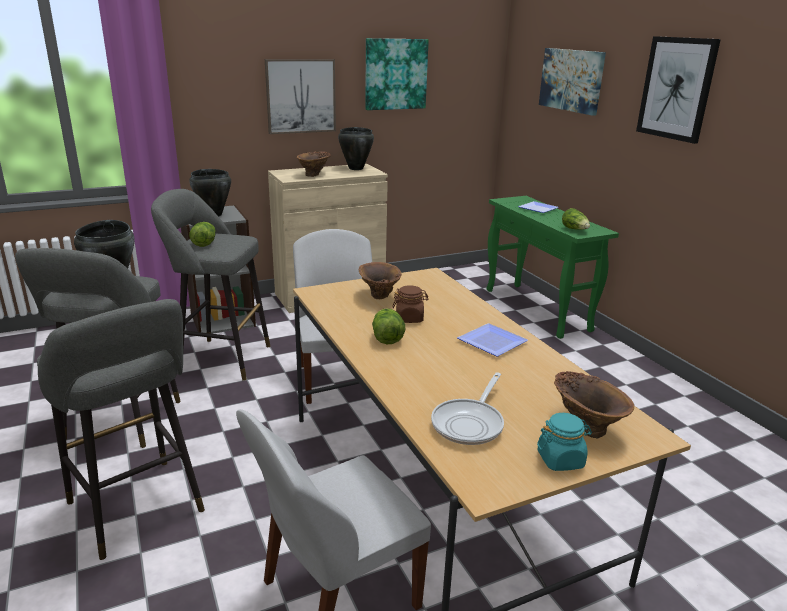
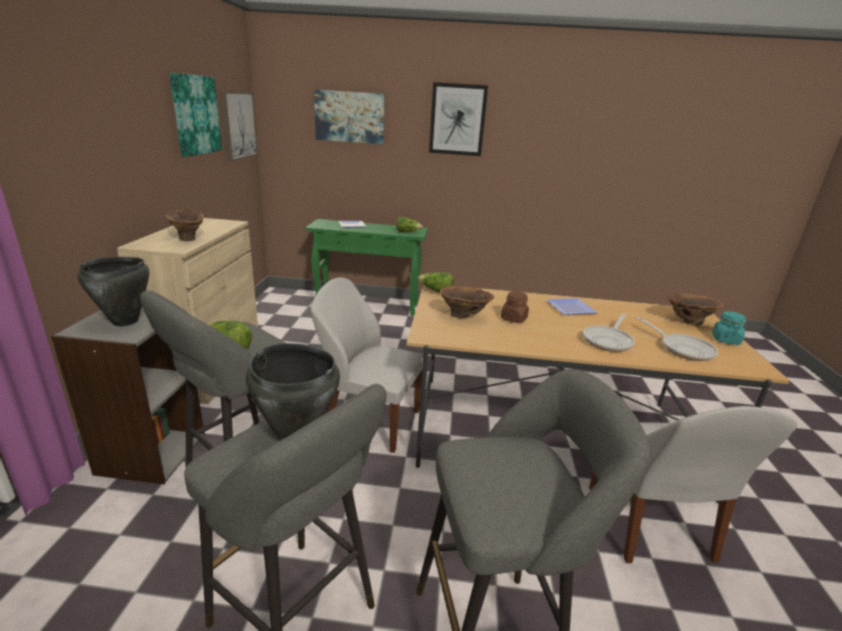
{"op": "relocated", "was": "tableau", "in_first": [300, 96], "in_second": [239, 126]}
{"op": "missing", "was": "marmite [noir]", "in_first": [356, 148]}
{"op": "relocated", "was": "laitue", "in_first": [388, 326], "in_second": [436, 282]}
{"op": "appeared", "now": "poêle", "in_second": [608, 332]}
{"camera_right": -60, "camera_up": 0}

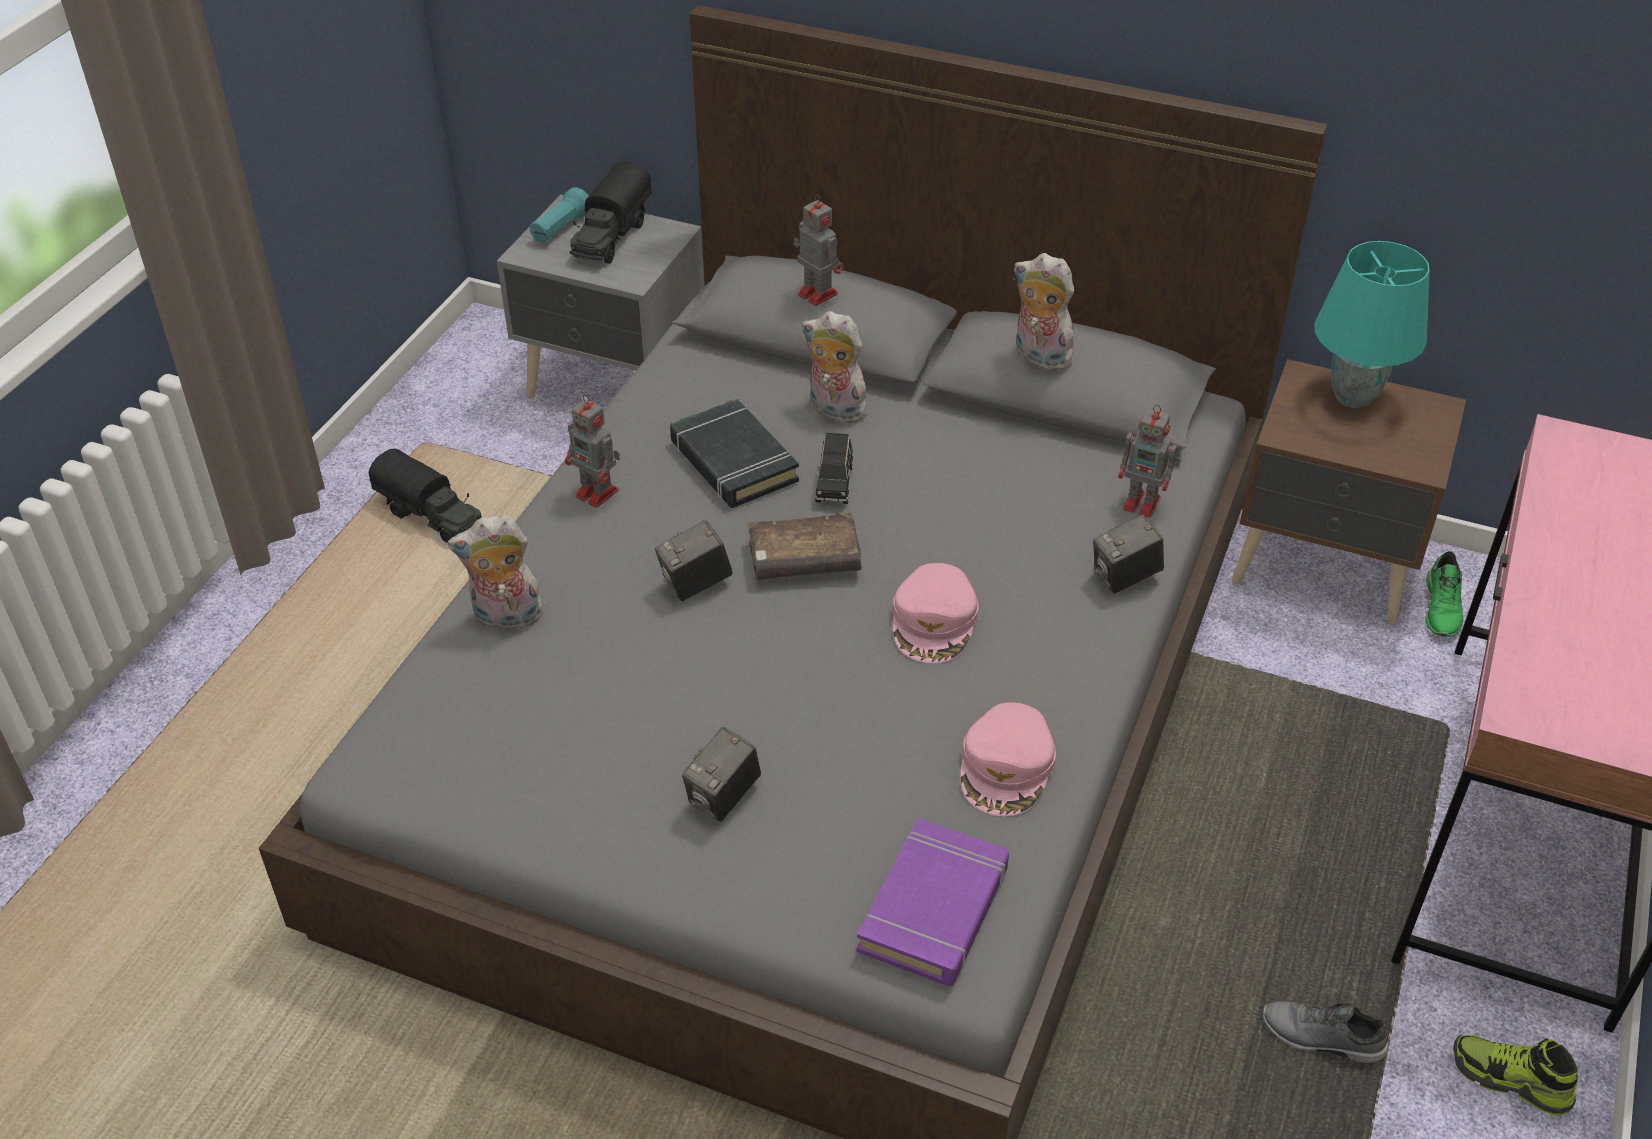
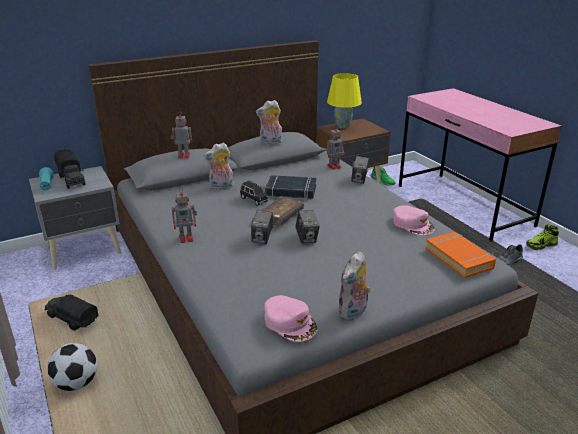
{"op": "colour", "was": "lampe de table [turquoise]", "now": "lampe de table [jaune]", "in_first": [1372, 324], "in_second": [344, 101]}
{"op": "relocated", "was": "livre [noir]", "in_first": [734, 453], "in_second": [290, 187]}
{"op": "spun", "was": "camion jouet", "in_first": [425, 496], "in_second": [71, 313], "clockwise": -135}
{"op": "relocated", "was": "peluche", "in_first": [497, 573], "in_second": [354, 286]}
{"op": "relocated", "was": "casquette [rose]", "in_first": [936, 613], "in_second": [291, 318]}
{"op": "relocated", "was": "appareil photo", "in_first": [721, 774], "in_second": [307, 226]}
{"op": "colour", "was": "livre [violet]", "now": "livre [orange]", "in_first": [933, 902], "in_second": [460, 255]}
{"op": "appeared", "now": "ballon de foot", "in_second": [72, 367]}
{"camera_right": -50, "camera_up": -15}

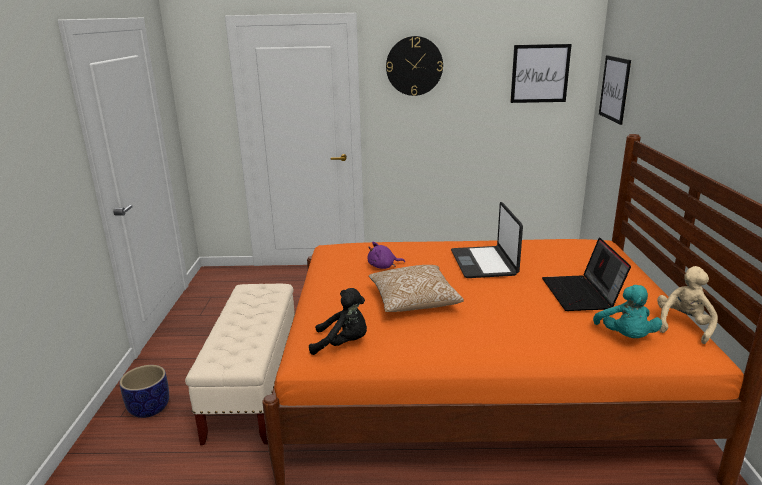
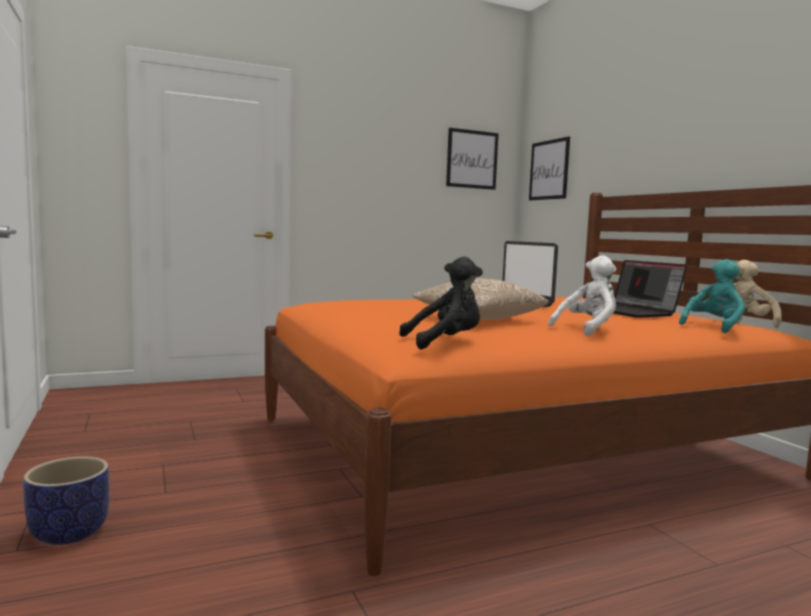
{"op": "missing", "was": "horloge murale", "in_first": [414, 66]}
{"op": "missing", "was": "peluche [violet]", "in_first": [386, 255]}
{"op": "missing", "was": "banc [beige]", "in_first": [240, 364]}
{"op": "spun", "was": "peluche [turquoise]", "in_first": [627, 311], "in_second": [712, 296], "clockwise": -105}
{"op": "appeared", "now": "peluche [blanc]", "in_second": [582, 296]}
{"camera_right": -25, "camera_up": -15}

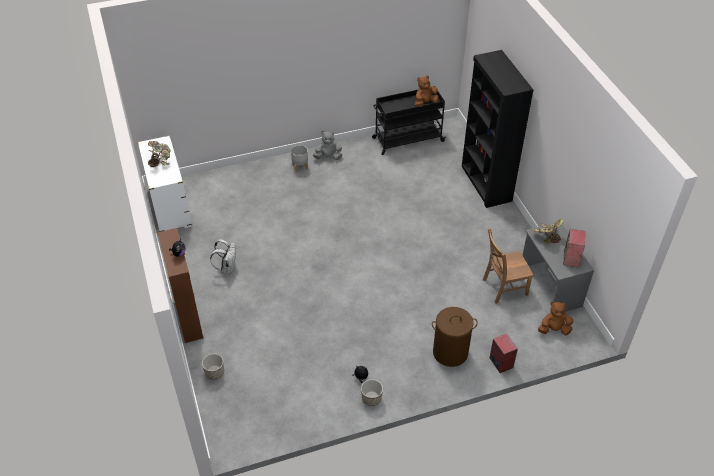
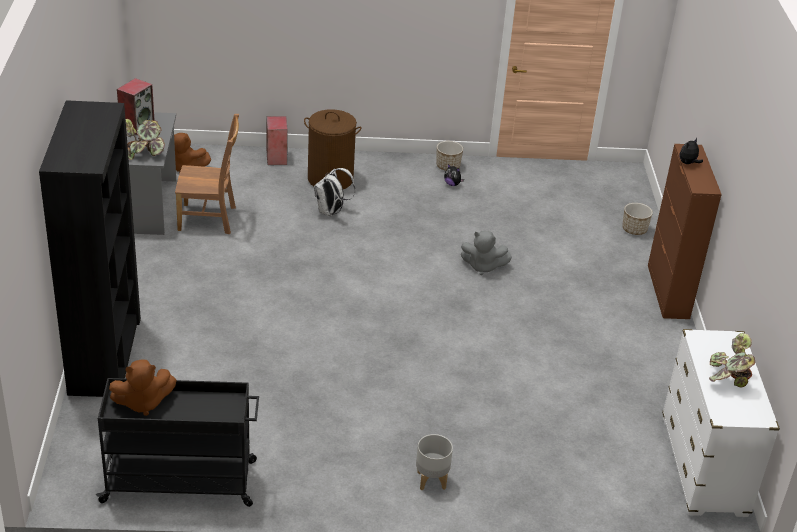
{"op": "relocated", "was": "peluche [gris]", "in_first": [327, 145], "in_second": [486, 252]}
{"op": "relocated", "was": "sac à dos [blanc]", "in_first": [223, 256], "in_second": [334, 192]}
{"camera_right": -165, "camera_up": -10}

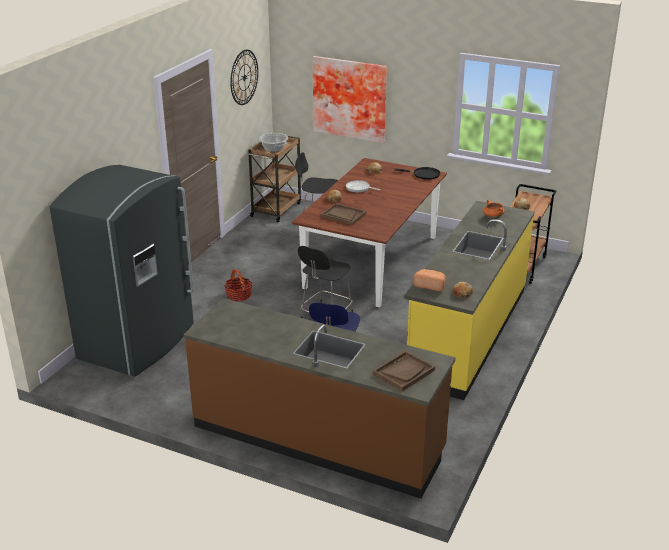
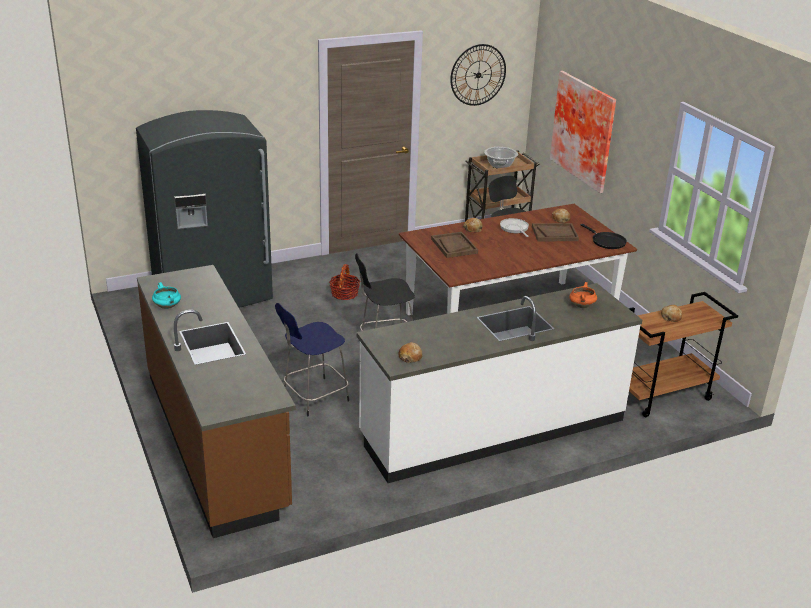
{"op": "colour", "was": "comptoir de cuisine [jaune]", "now": "comptoir de cuisine [blanc]", "in_first": [469, 300], "in_second": [499, 383]}
{"op": "missing", "was": "pain", "in_first": [429, 280]}
{"op": "relocated", "was": "plateau [marron]", "in_first": [404, 371], "in_second": [555, 232]}
{"op": "appeared", "now": "marmite [turquoise]", "in_second": [166, 295]}
{"camera_right": 40, "camera_up": 0}

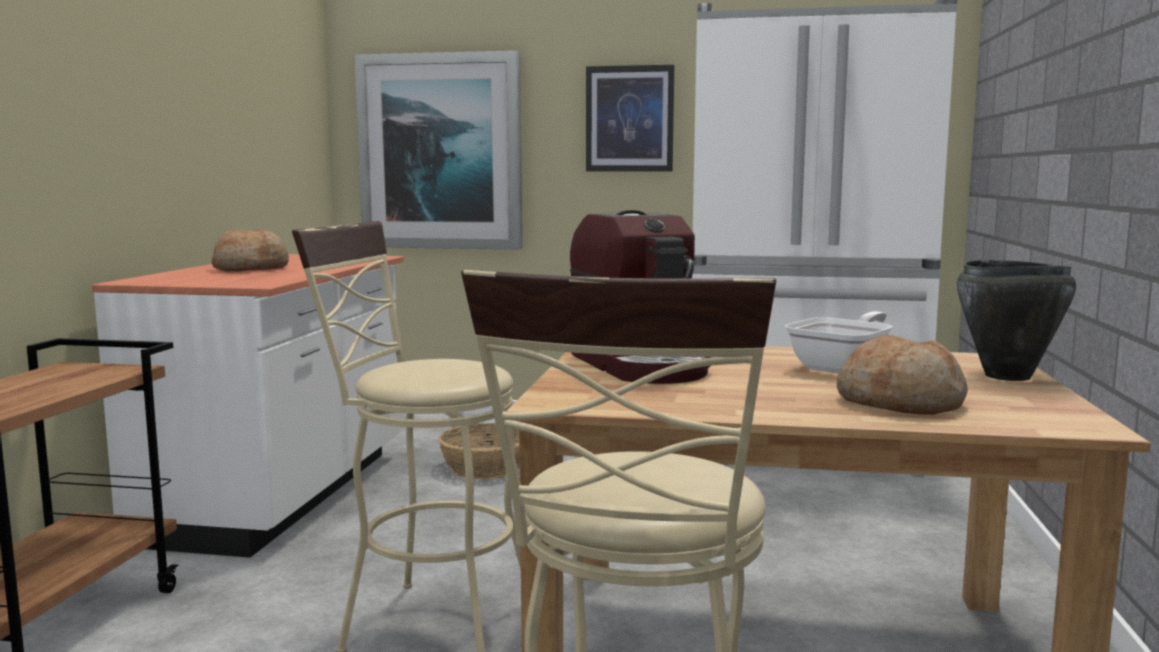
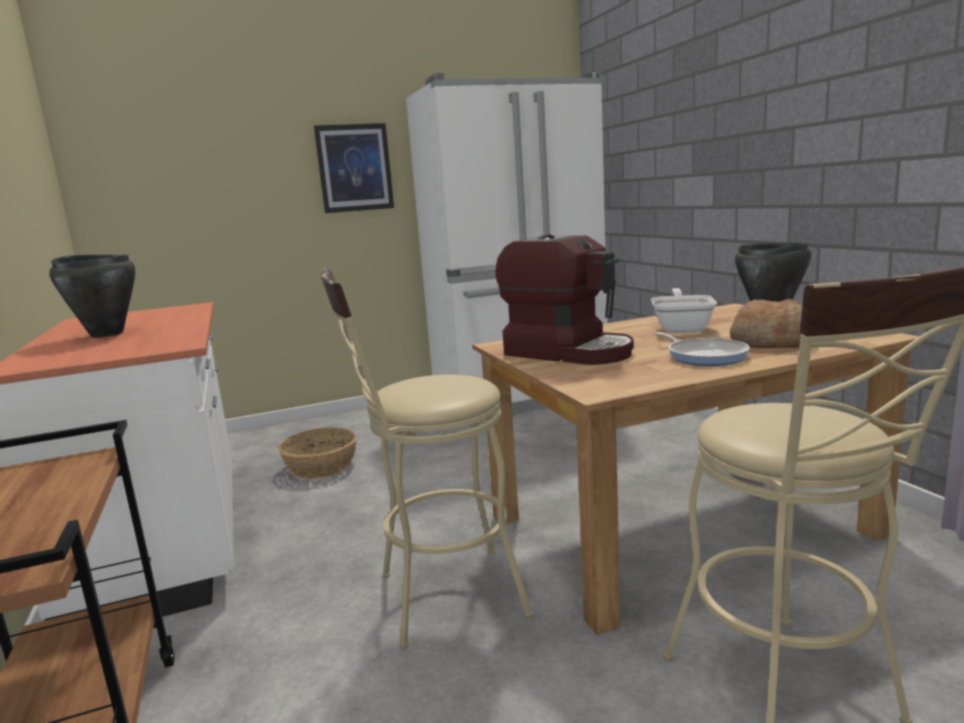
{"op": "missing", "was": "tableau", "in_first": [438, 150]}
{"op": "exchanged", "was": "pain", "now": "marmite [noir]", "in_first": [250, 250], "in_second": [92, 296]}
{"op": "appeared", "now": "poêle", "in_second": [702, 349]}
{"camera_right": -30, "camera_up": 5}

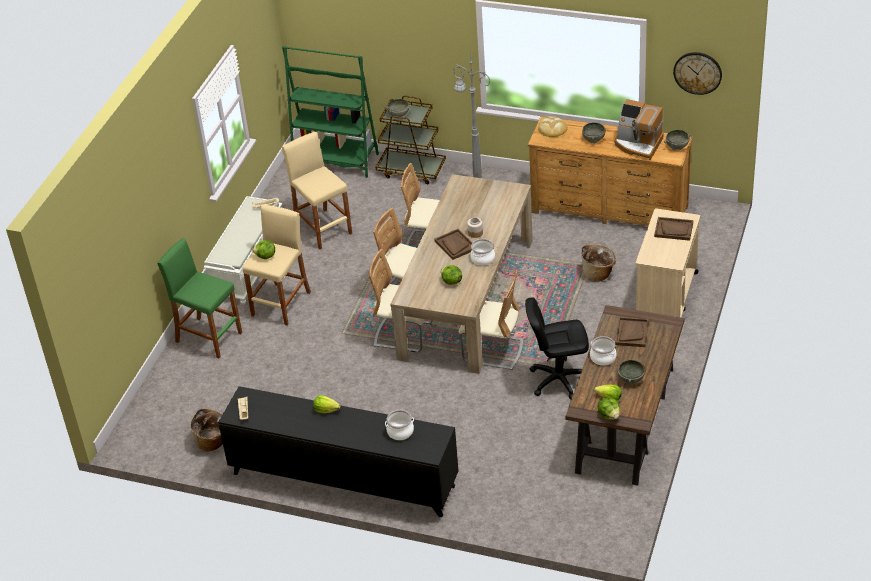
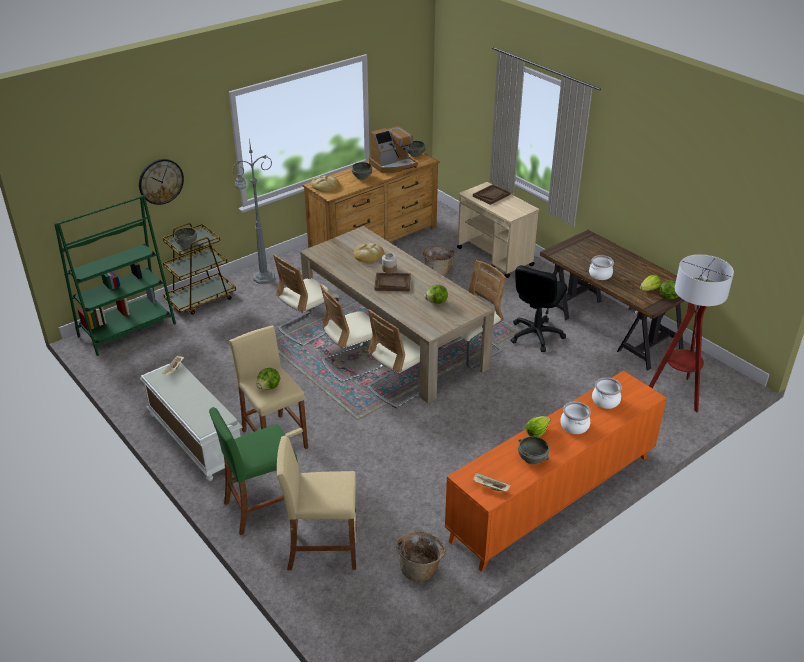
{"op": "relocated", "was": "horloge murale", "in_first": [697, 73], "in_second": [161, 182]}
{"op": "relocated", "was": "tabouret [beige]", "in_first": [317, 190], "in_second": [317, 503]}
{"op": "relocated", "was": "marmite", "in_first": [482, 252], "in_second": [575, 418]}
{"op": "missing", "was": "plateau [marron]", "in_first": [632, 332]}
{"op": "relocated", "was": "bol [gris]", "in_first": [631, 371], "in_second": [533, 450]}
{"op": "colour", "was": "meuble de rangement [noir]", "now": "meuble de rangement [orange]", "in_first": [338, 451], "in_second": [555, 471]}
{"op": "appeared", "now": "pain", "in_second": [368, 252]}
{"op": "appeared", "now": "lampadaire", "in_second": [691, 333]}
{"camera_right": -60, "camera_up": -5}

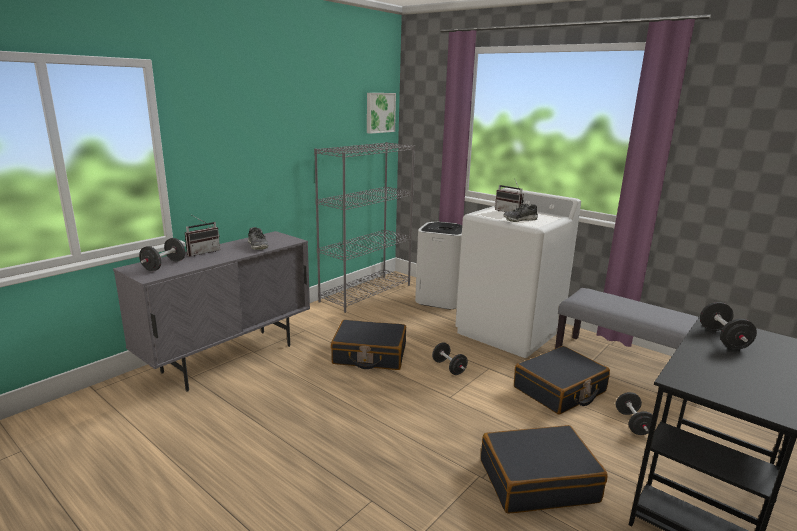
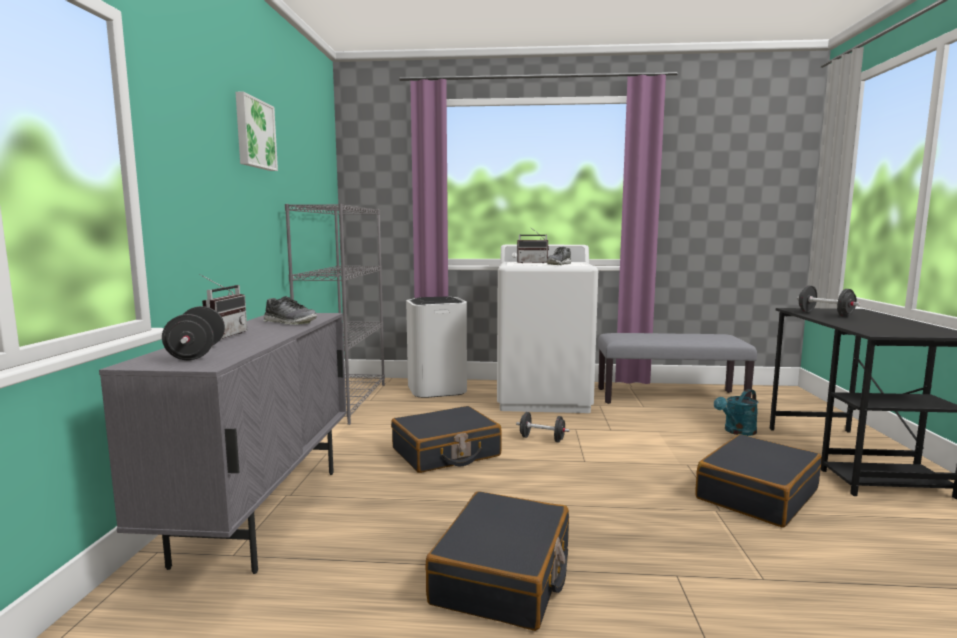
{"op": "relocated", "was": "tableau", "in_first": [381, 113], "in_second": [256, 131]}
{"op": "relocated", "was": "valise [noir]", "in_first": [562, 380], "in_second": [497, 561]}
{"op": "exchanged", "was": "haltère [noir]", "now": "arrosoir [turquoise]", "in_first": [634, 413], "in_second": [736, 412]}
{"camera_right": -35, "camera_up": -10}

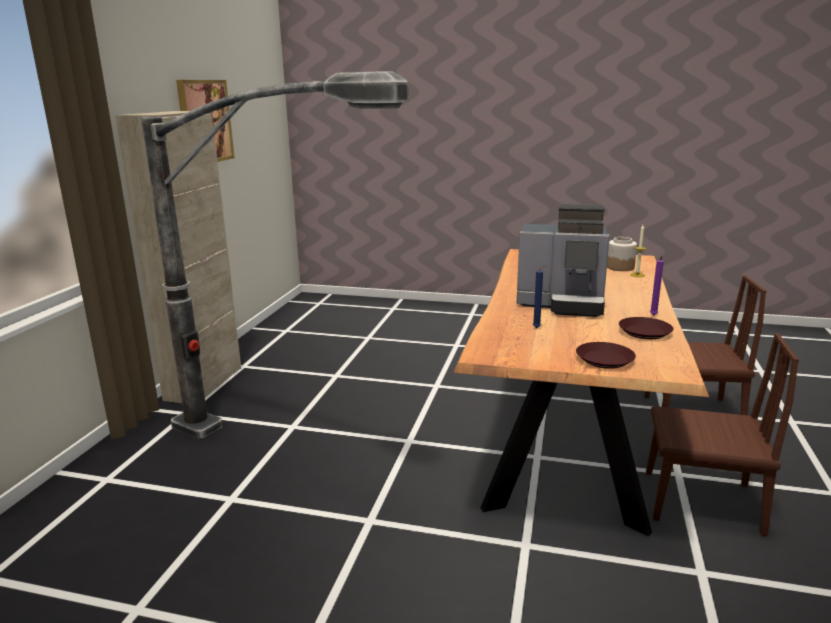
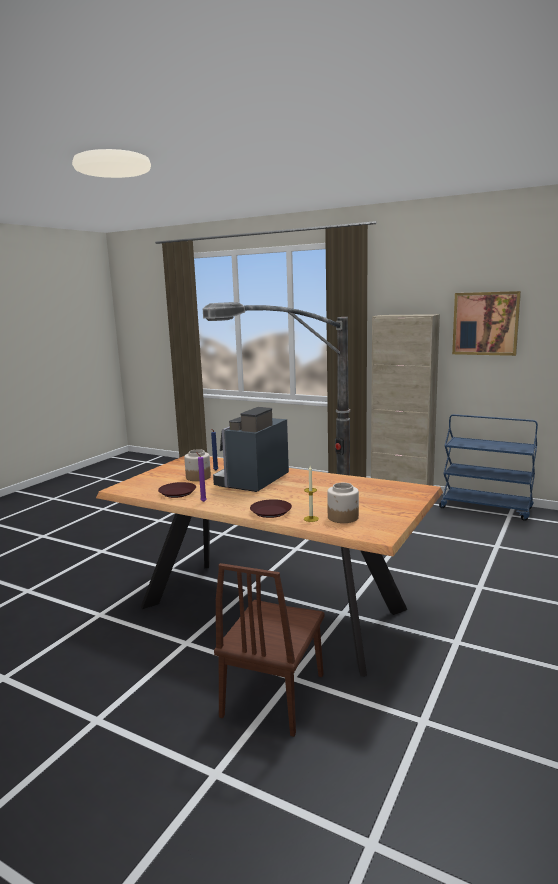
{"op": "missing", "was": "chaise [marron]", "in_first": [722, 434]}
{"op": "relocated", "was": "assiette [marron]", "in_first": [606, 355], "in_second": [271, 508]}
{"op": "appeared", "now": "chariot [bleu]", "in_second": [488, 467]}
{"op": "appeared", "now": "bocal", "in_second": [197, 465]}
{"camera_right": 105, "camera_up": -5}

